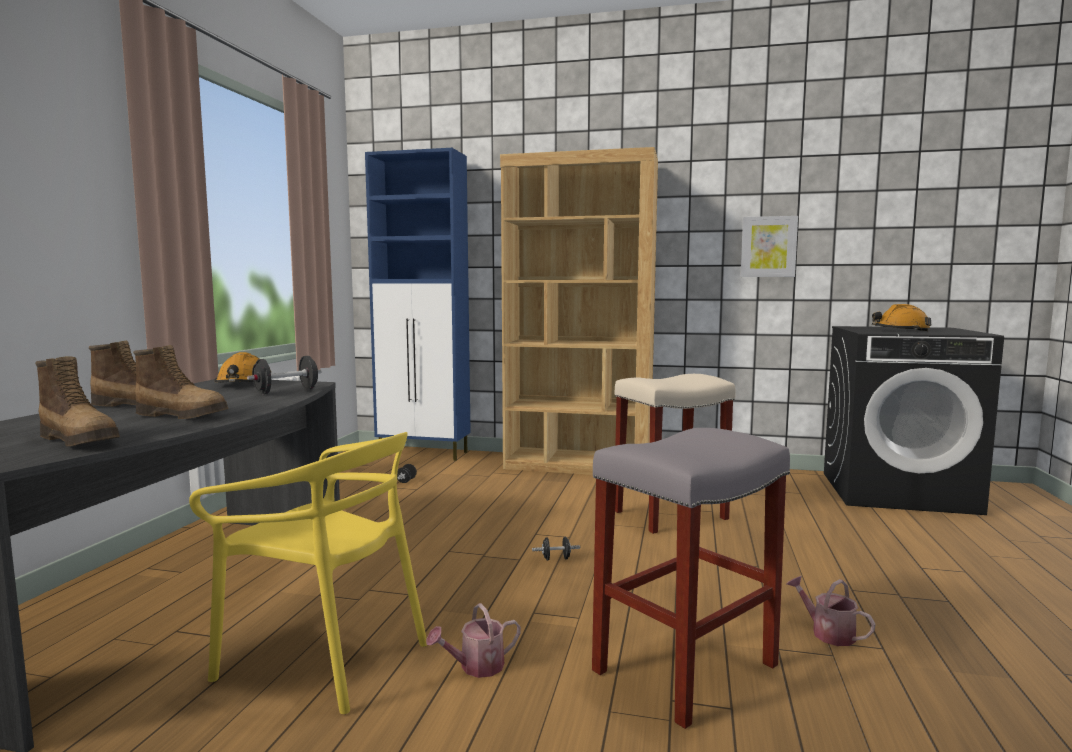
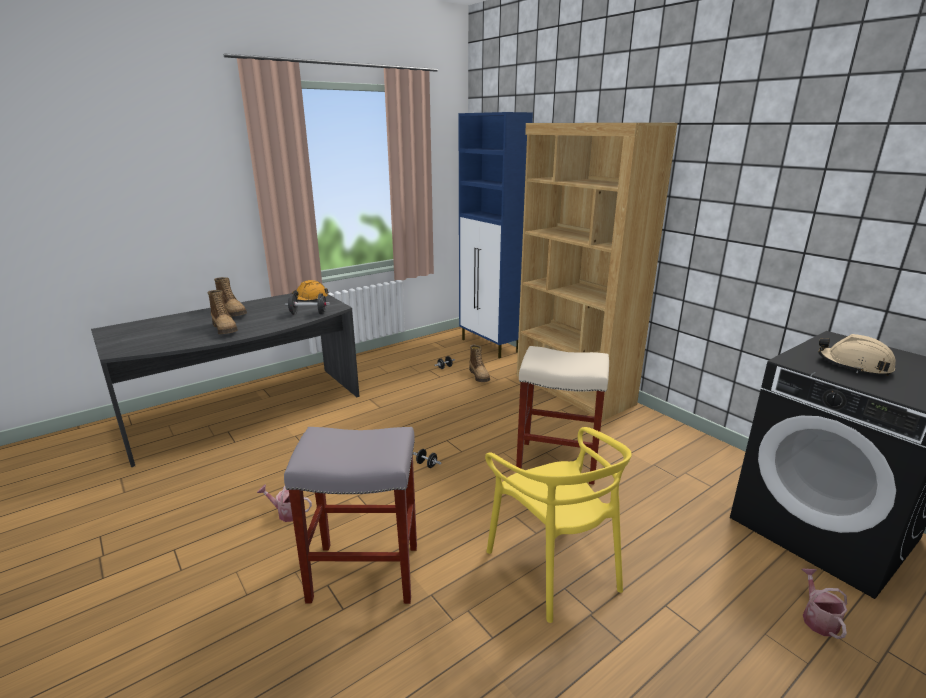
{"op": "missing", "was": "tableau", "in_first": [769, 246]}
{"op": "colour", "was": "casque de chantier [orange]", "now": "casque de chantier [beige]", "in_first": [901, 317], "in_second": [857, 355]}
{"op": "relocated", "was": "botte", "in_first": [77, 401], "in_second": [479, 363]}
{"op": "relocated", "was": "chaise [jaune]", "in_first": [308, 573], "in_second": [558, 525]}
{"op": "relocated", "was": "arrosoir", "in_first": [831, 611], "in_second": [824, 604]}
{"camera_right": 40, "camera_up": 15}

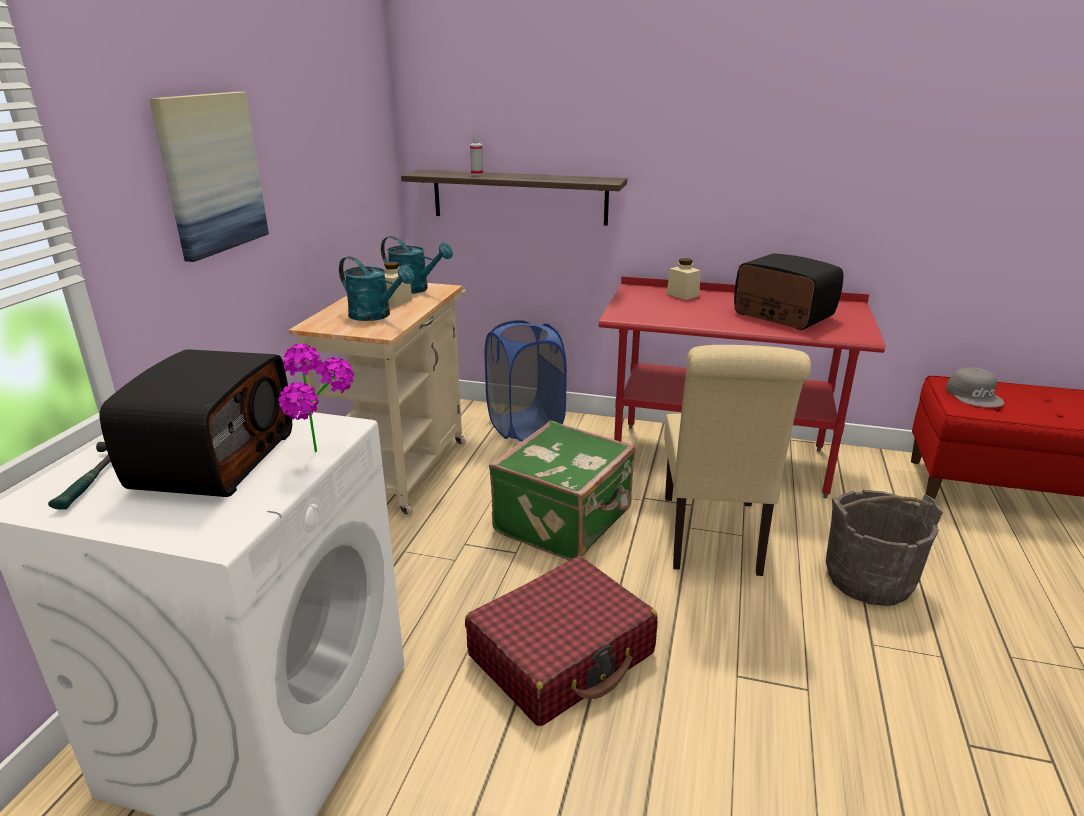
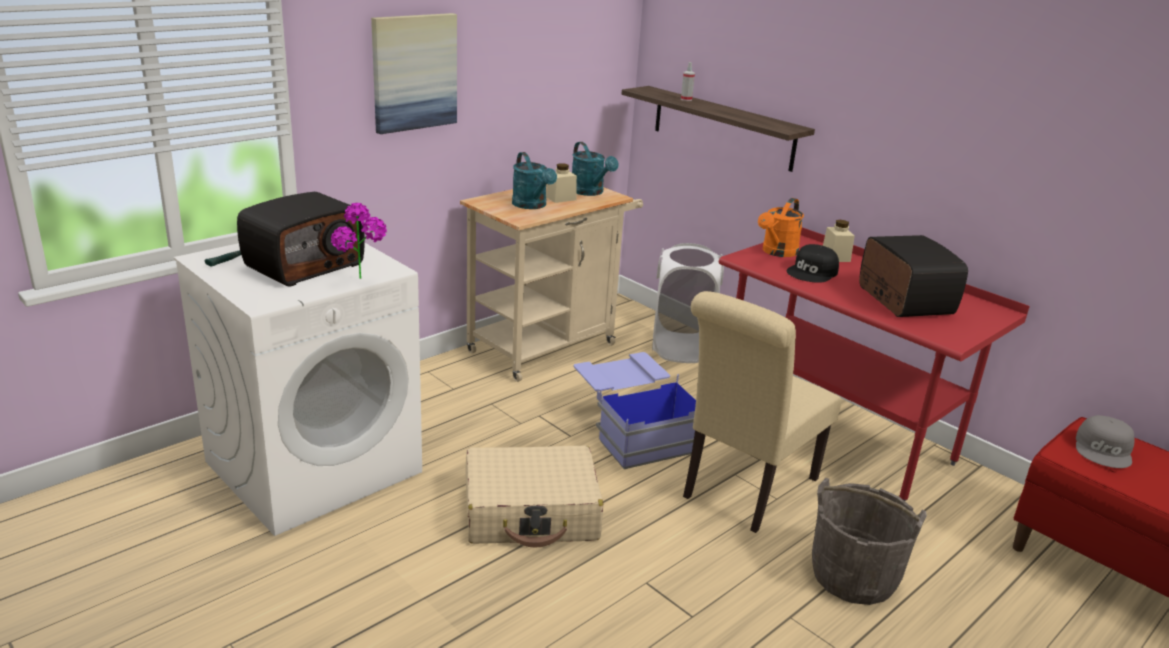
{"op": "colour", "was": "panier à linge [bleu]", "now": "panier à linge [blanc]", "in_first": [526, 381], "in_second": [688, 303]}
{"op": "exchanged", "was": "valise [vert]", "now": "boîte de rangement [bleu]", "in_first": [562, 491], "in_second": [634, 410]}
{"op": "colour", "was": "valise [rouge]", "now": "valise [beige]", "in_first": [561, 641], "in_second": [534, 496]}
{"op": "appeared", "now": "arrosoir [orange]", "in_second": [781, 227]}
{"op": "appeared", "now": "casquette [noir]", "in_second": [813, 263]}
{"camera_right": 30, "camera_up": 0}

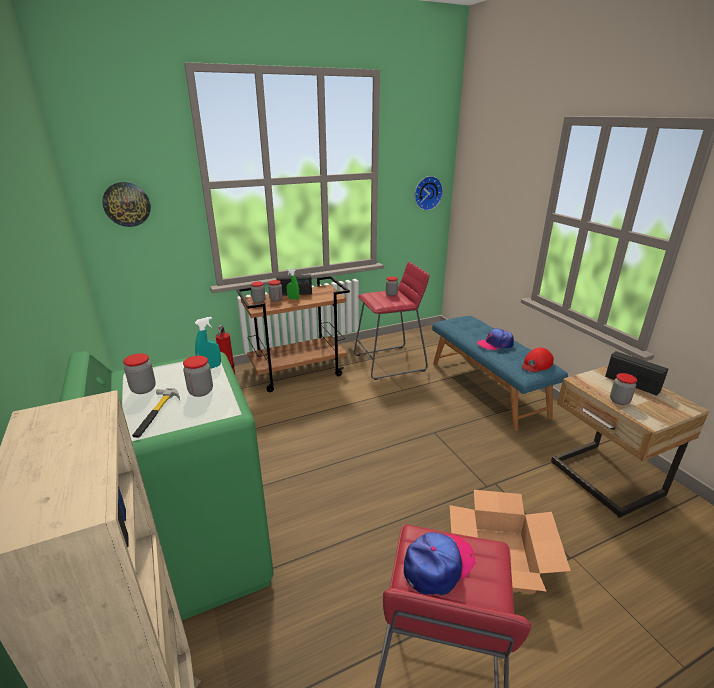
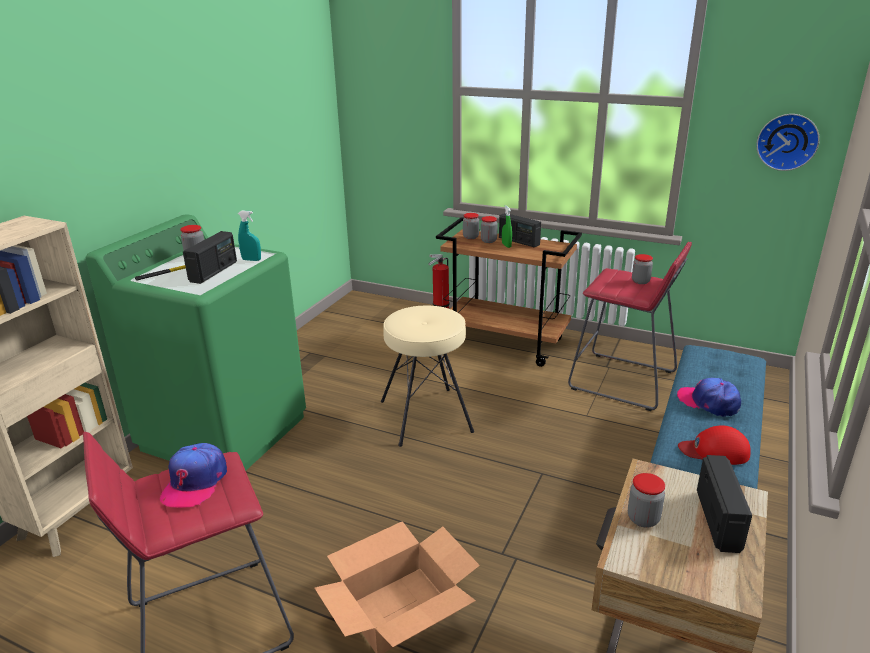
{"op": "missing", "was": "horloge murale", "in_first": [126, 204]}
{"op": "exchanged", "was": "bocal", "now": "radio", "in_first": [198, 376], "in_second": [210, 257]}
{"op": "spun", "was": "casquette", "in_first": [439, 564], "in_second": [193, 475], "clockwise": 90}
{"op": "appeared", "now": "tabouret [beige]", "in_second": [427, 376]}
{"camera_right": 50, "camera_up": 0}

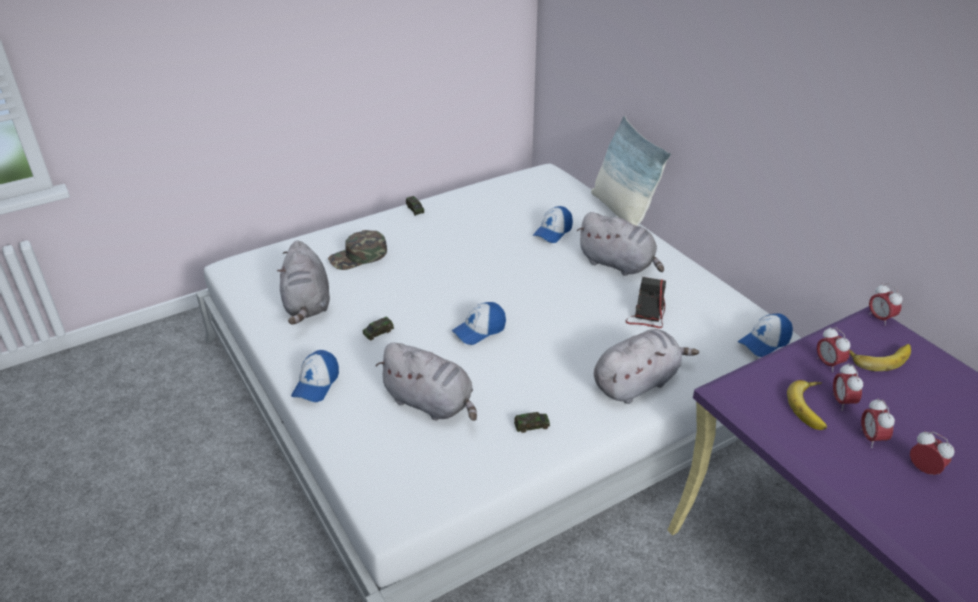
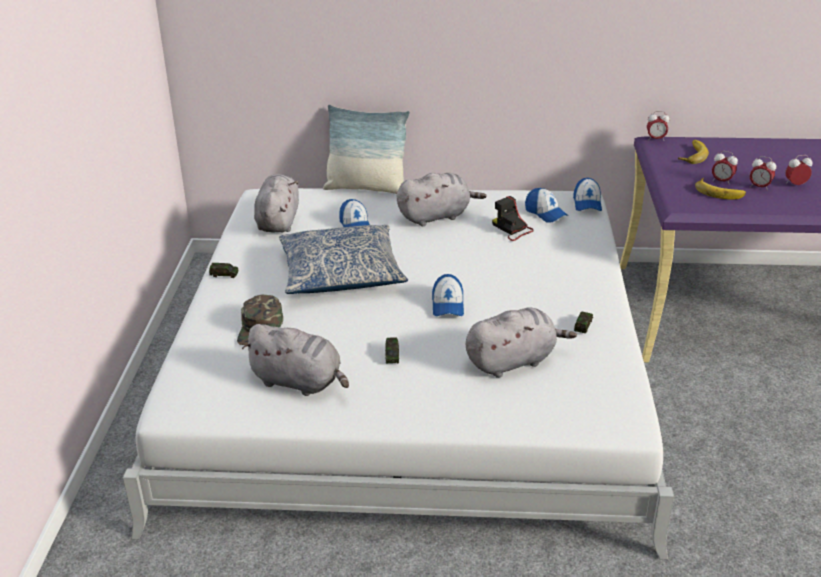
{"op": "missing", "was": "réveil", "in_first": [833, 349]}
{"op": "relocated", "was": "peluche [gris]", "in_first": [646, 366], "in_second": [276, 203]}
{"op": "relocated", "was": "casquette", "in_first": [315, 376], "in_second": [546, 205]}
{"op": "appeared", "now": "coussin", "in_second": [343, 259]}
{"camera_right": -55, "camera_up": -5}

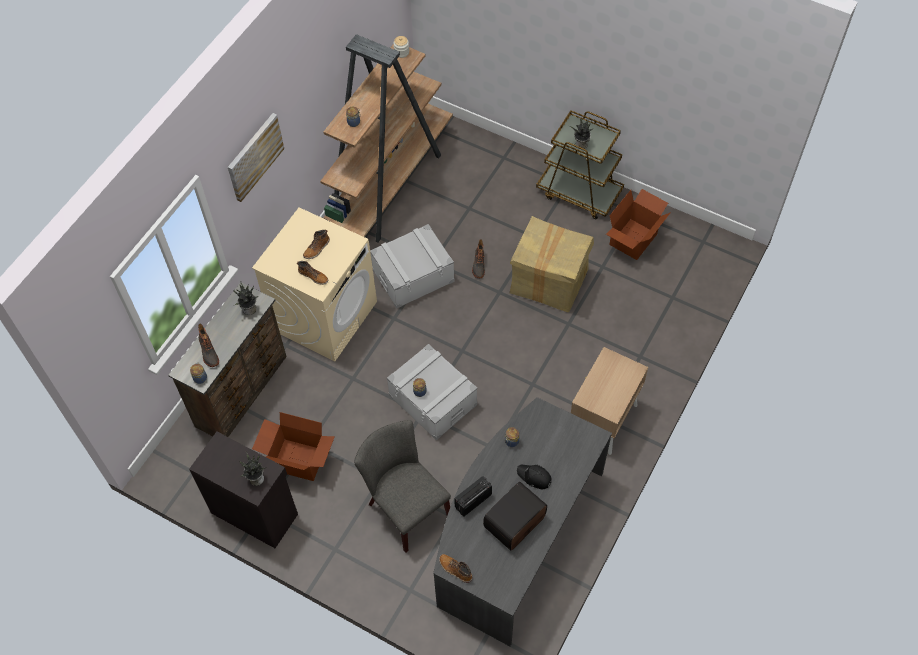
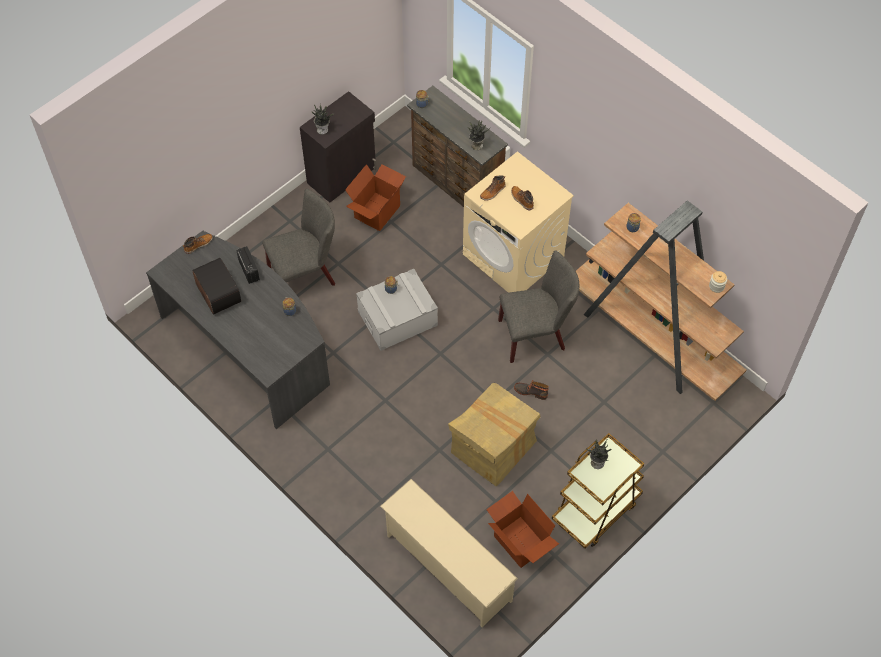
{"op": "missing", "was": "tableau", "in_first": [256, 157]}
{"op": "exchanged", "was": "boîte de rangement [gris]", "now": "chaise [gris]", "in_first": [412, 266], "in_second": [538, 306]}
{"op": "missing", "was": "botte", "in_first": [208, 345]}
{"op": "missing", "was": "table de chevet [beige]", "in_first": [609, 401]}
{"op": "missing", "was": "casquette [noir]", "in_first": [534, 477]}
{"op": "appeared", "now": "étagère à chaussures [beige]", "in_second": [449, 553]}
{"camera_right": 105, "camera_up": 0}

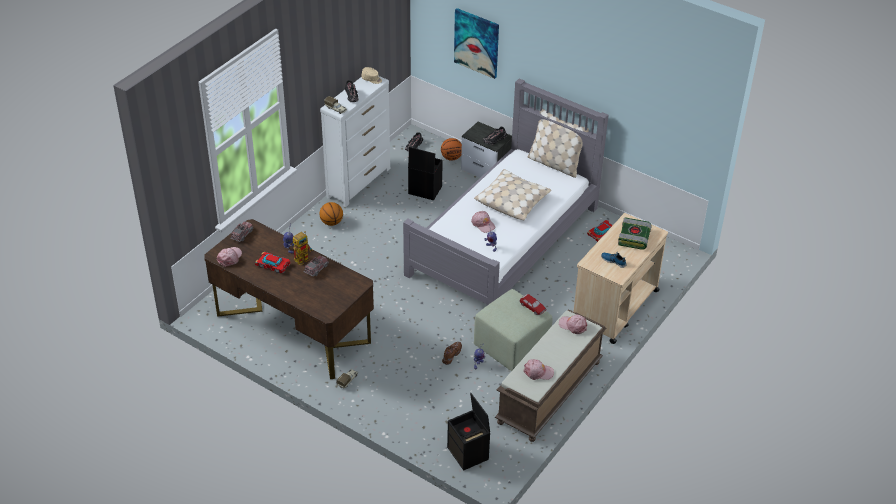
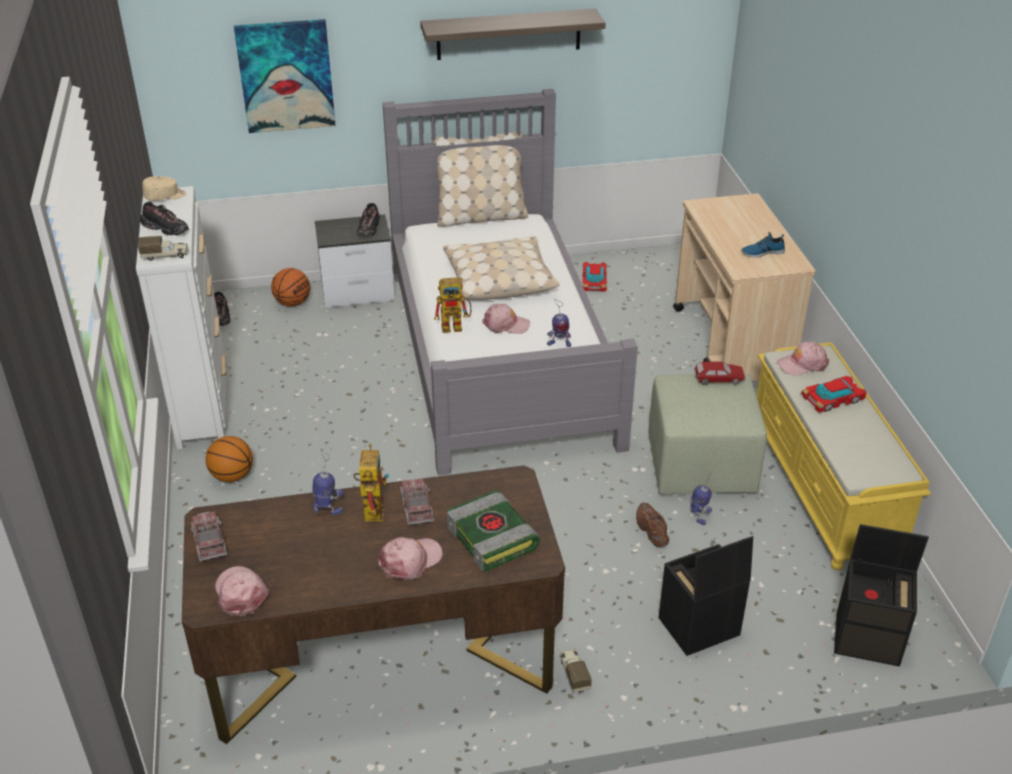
{"op": "relocated", "was": "boîte de rangement [noir]", "in_first": [425, 173], "in_second": [705, 596]}
{"op": "relocated", "was": "livre", "in_first": [635, 233], "in_second": [493, 531]}
{"op": "relocated", "was": "petite voiture", "in_first": [272, 262], "in_second": [834, 394]}
{"op": "colour", "was": "banc [marron]", "now": "banc [jaune]", "in_first": [550, 376], "in_second": [843, 456]}
{"op": "relocated", "was": "casquette [rose]", "in_first": [538, 369], "in_second": [410, 558]}
{"op": "appeared", "now": "étagère", "in_second": [513, 34]}
{"op": "appeared", "now": "robot jouet", "in_second": [452, 305]}
{"camera_right": -45, "camera_up": -5}

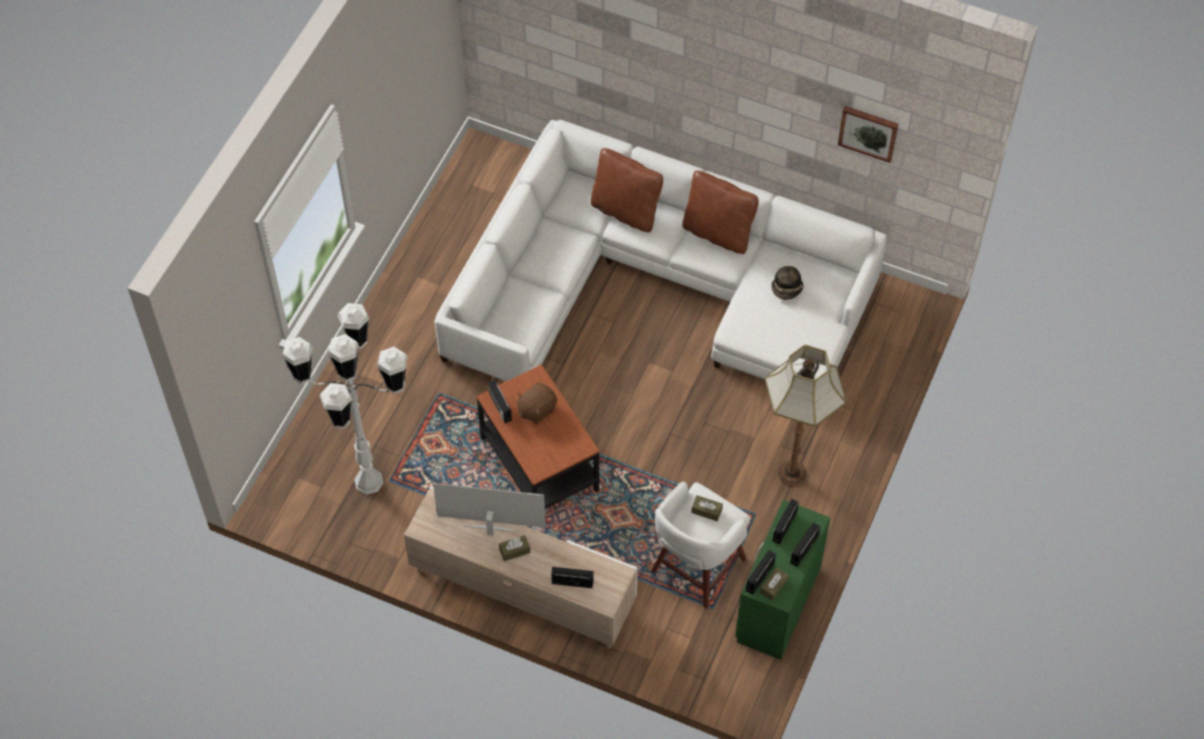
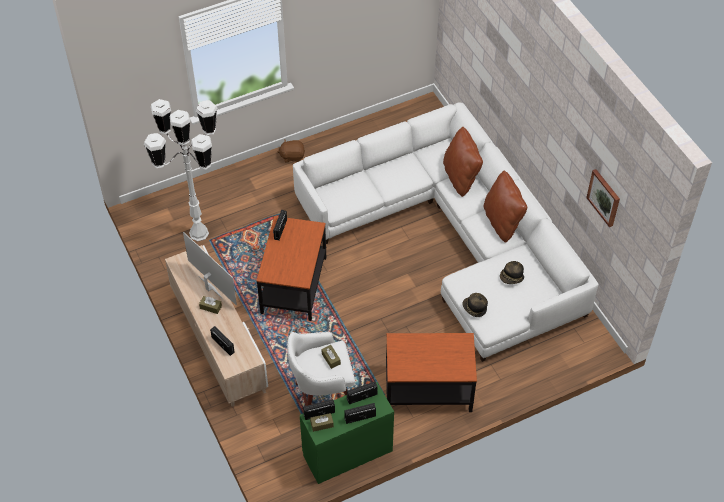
{"op": "exchanged", "was": "lampadaire", "now": "table d'appoint", "in_first": [805, 415], "in_second": [431, 372]}
{"op": "relocated", "was": "peluche [marron]", "in_first": [537, 403], "in_second": [291, 151]}
{"op": "appeared", "now": "chapeau", "in_second": [475, 305]}
{"camera_right": 40, "camera_up": -5}

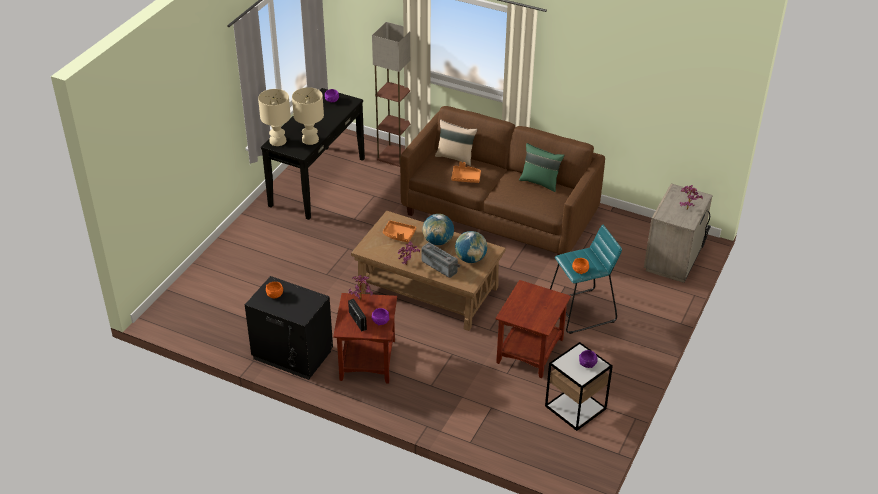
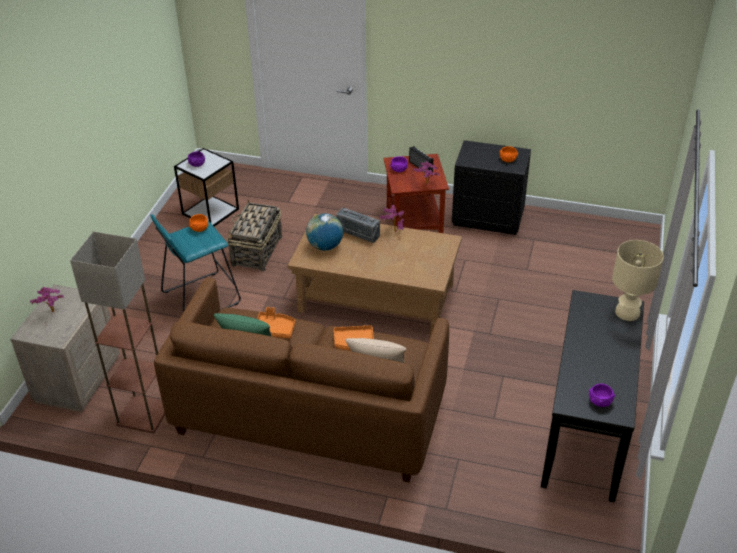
{"op": "relocated", "was": "lampadaire", "in_first": [391, 94], "in_second": [117, 332]}
{"op": "missing", "was": "lampe de table [beige]", "in_first": [308, 116]}
{"op": "missing", "was": "globe", "in_first": [438, 229]}
{"op": "relocated", "was": "plateau [orange]", "in_first": [399, 231], "in_second": [276, 322]}
{"op": "exchanged", "was": "table d'appoint [marron]", "now": "panier", "in_first": [533, 329], "in_second": [254, 235]}
{"camera_right": 170, "camera_up": 0}

